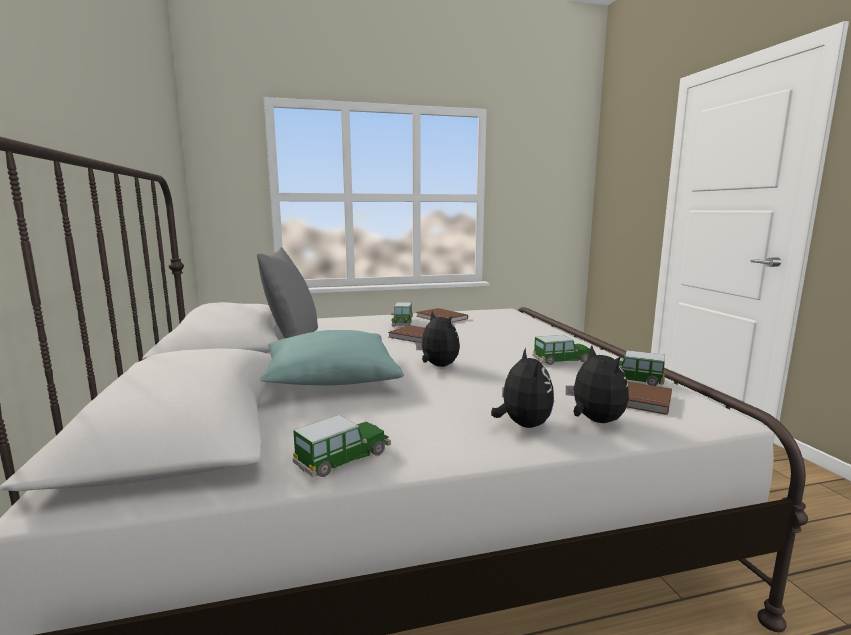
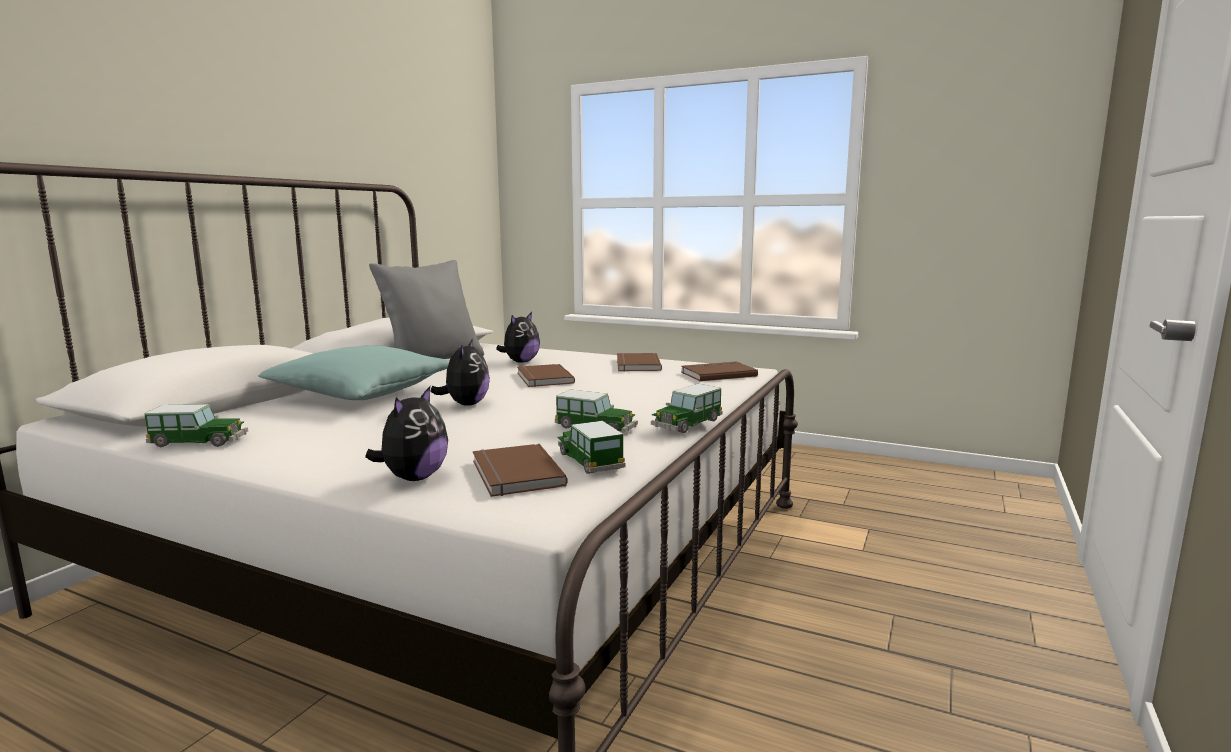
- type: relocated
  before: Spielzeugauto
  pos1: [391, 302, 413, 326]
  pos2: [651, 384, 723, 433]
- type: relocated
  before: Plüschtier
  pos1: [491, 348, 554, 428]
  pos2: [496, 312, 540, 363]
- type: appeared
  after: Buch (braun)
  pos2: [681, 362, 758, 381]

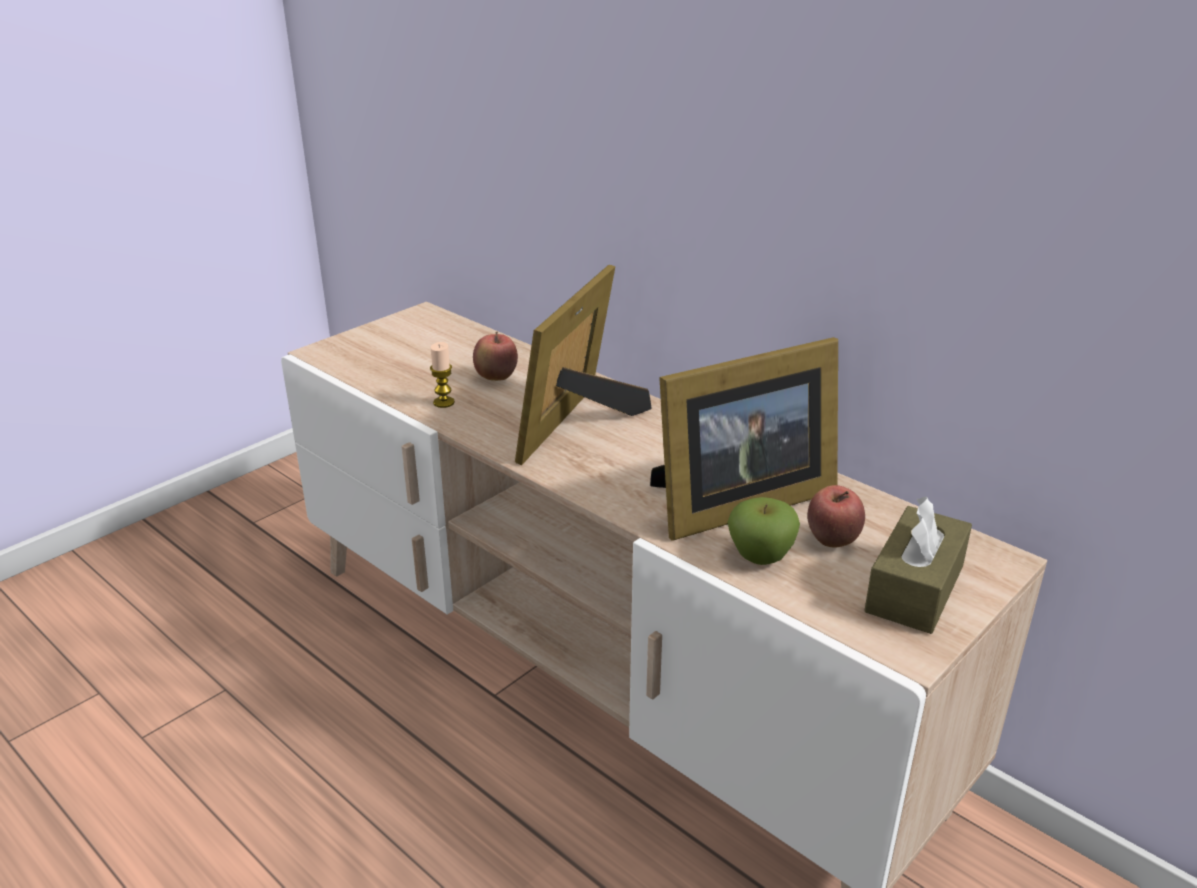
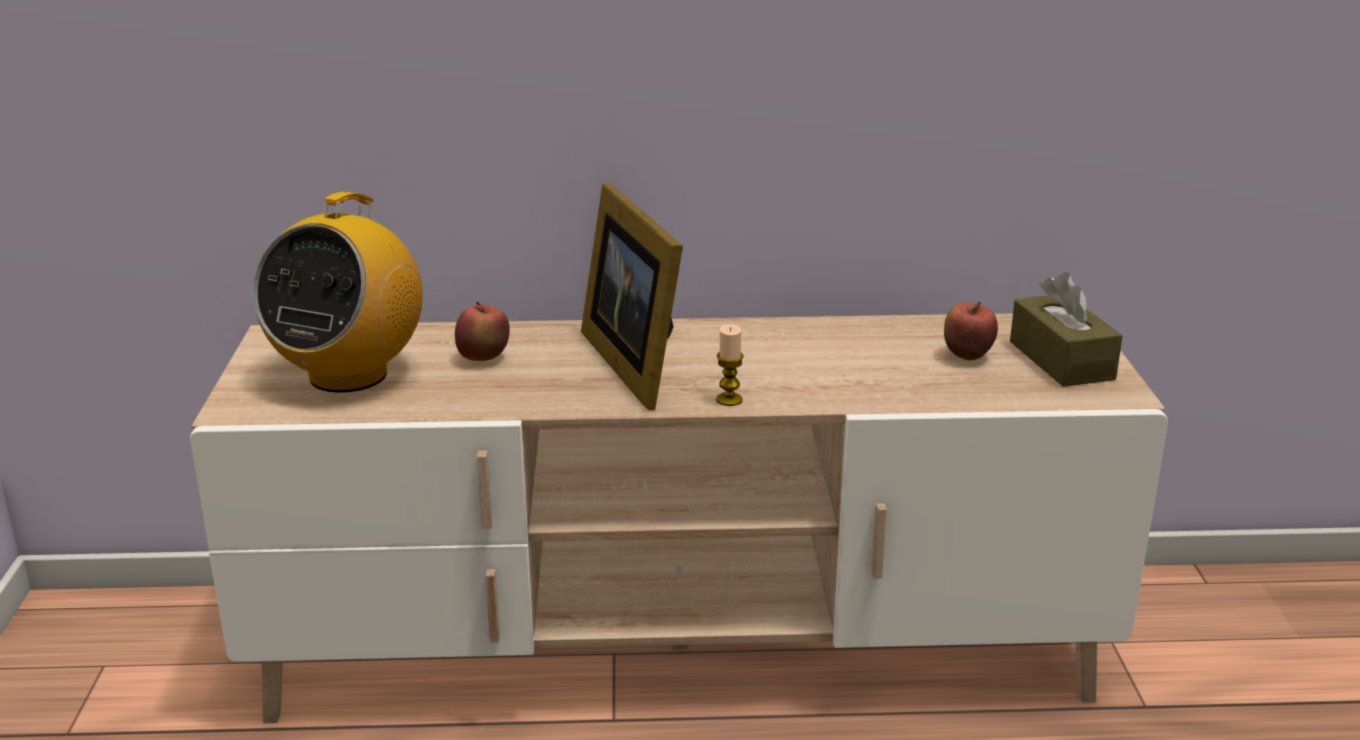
- type: missing
  before: Bilderrahmen
  pos1: [650, 337, 838, 541]
- type: relocated
  before: Kerze
  pos1: [430, 342, 455, 408]
  pos2: [716, 324, 744, 406]
- type: missing
  before: Apfel
  pos1: [727, 497, 800, 565]
- type: appeared
  after: Radio
  pos2: [253, 192, 423, 393]

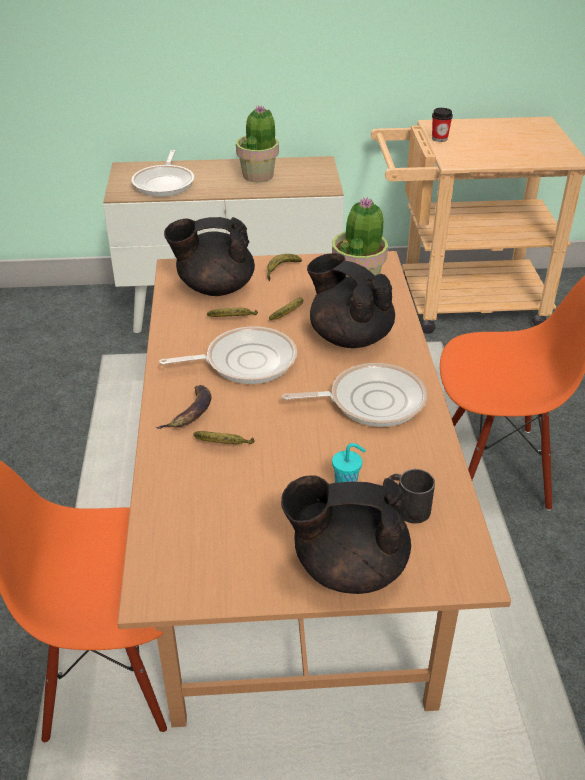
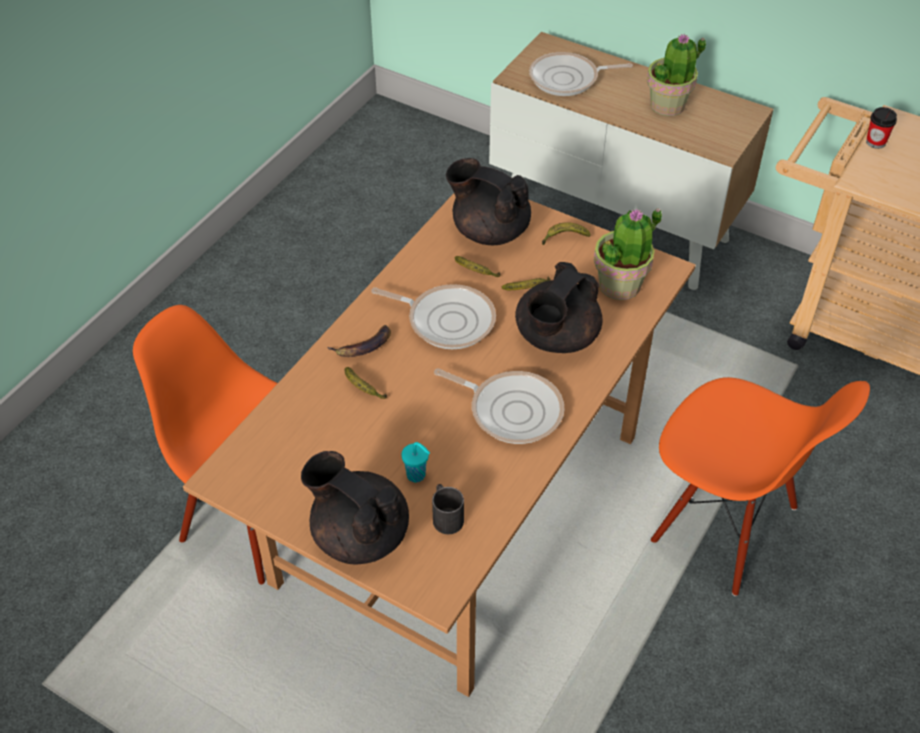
- type: spun
  before: Pfanne
  pos1: [132, 150, 194, 197]
  pos2: [529, 52, 633, 96]
  turn: 45
- type: spun
  before: Teekanne (schwarz)
  pos1: [307, 253, 395, 348]
  pos2: [515, 262, 603, 353]
  turn: -135

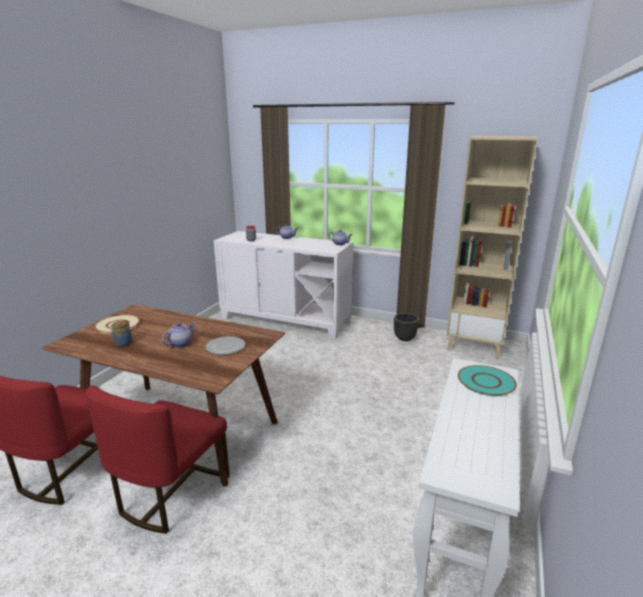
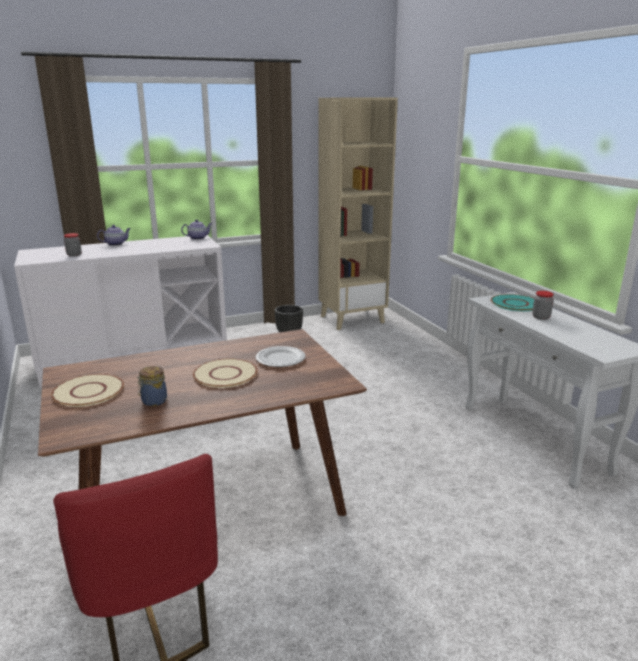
- type: exchanged
  before: Teekanne
  after: Teller (beige)
  pos1: [162, 322, 195, 348]
  pos2: [193, 359, 257, 388]
- type: missing
  before: Stuhl (rot)
  pos1: [86, 385, 230, 534]
- type: appeared
  after: Vorratsglas
  pos2: [532, 291, 554, 320]

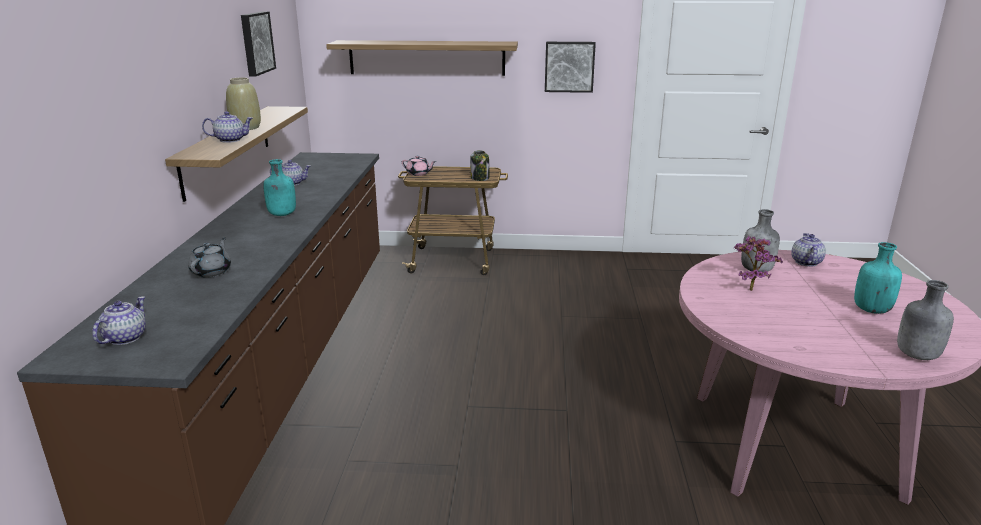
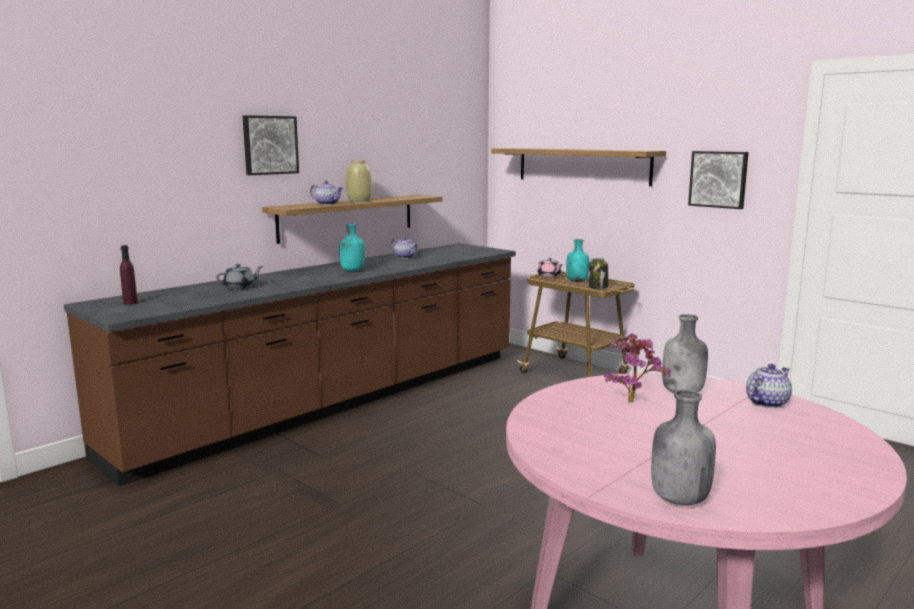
- type: relocated
  before: Bild
  pos1: [241, 11, 276, 77]
  pos2: [243, 115, 299, 175]
- type: relocated
  before: Flasche (türkis)
  pos1: [854, 242, 902, 314]
  pos2: [566, 239, 589, 282]
- type: exchanged
  before: Teekanne
  after: Flasche (lila)
  pos1: [92, 296, 146, 345]
  pos2: [120, 245, 138, 305]

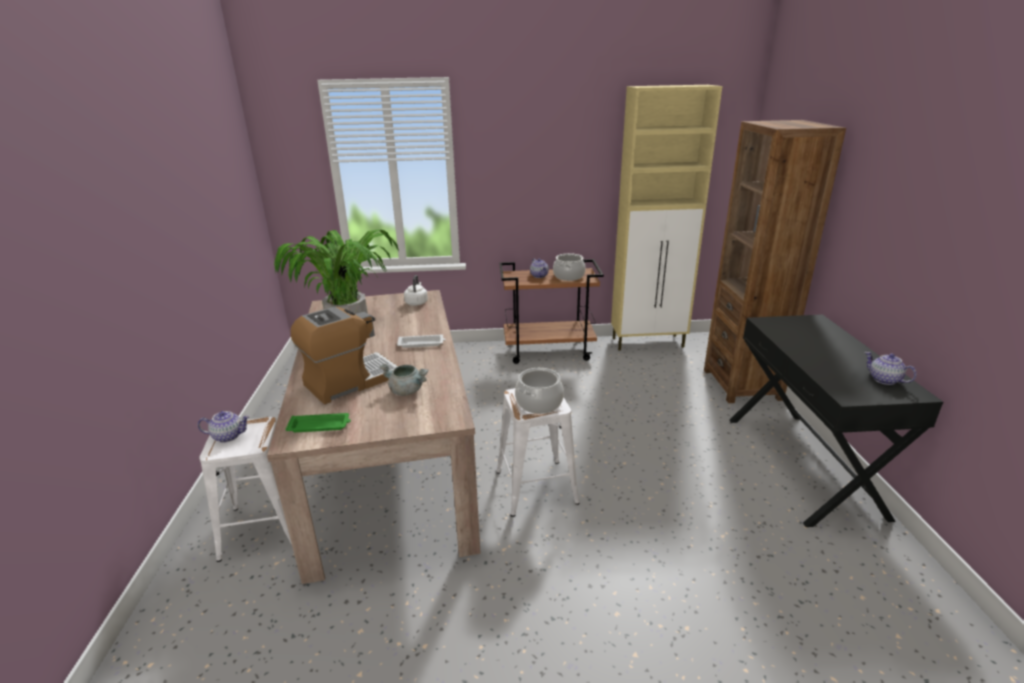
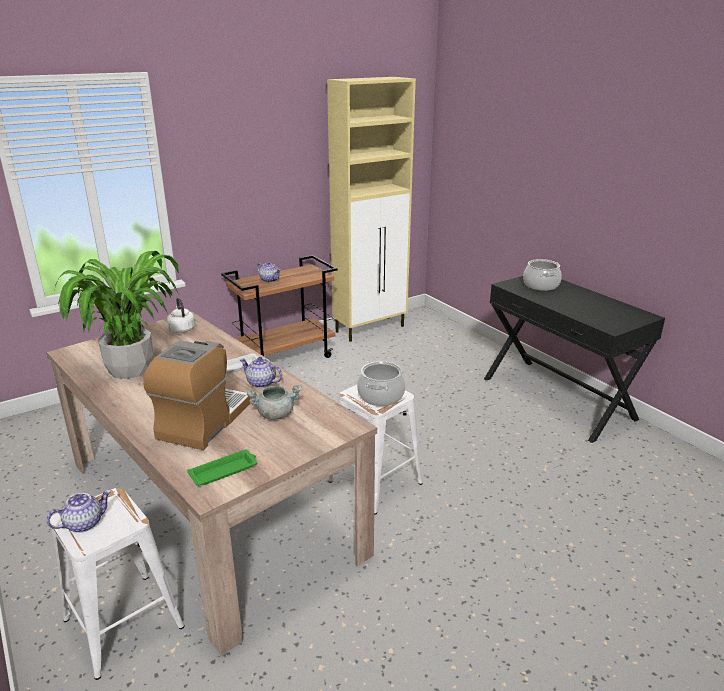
- type: missing
  before: Bücherregal (braun)
  pos1: [704, 120, 846, 403]
- type: relocated
  before: Kochtopf
  pos1: [553, 253, 586, 281]
  pos2: [523, 259, 562, 291]
- type: relocated
  before: Teekanne
  pos1: [865, 352, 917, 385]
  pos2: [240, 357, 282, 388]

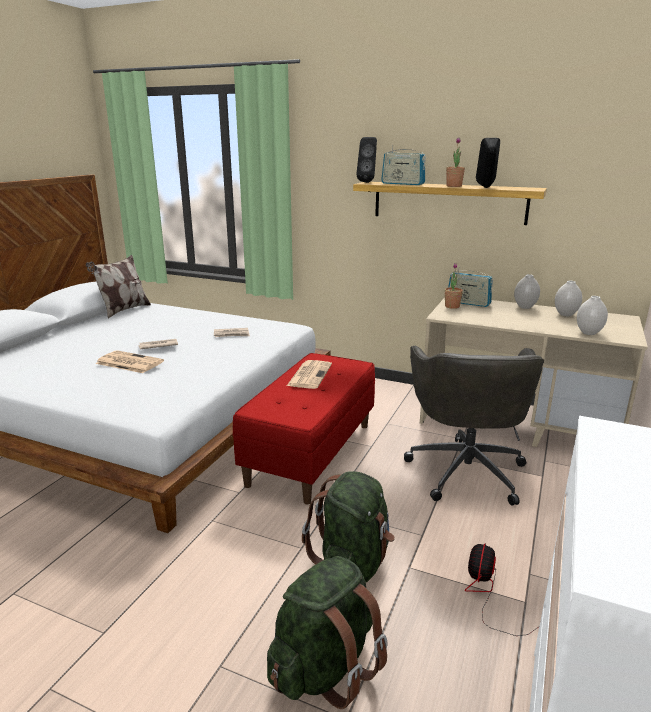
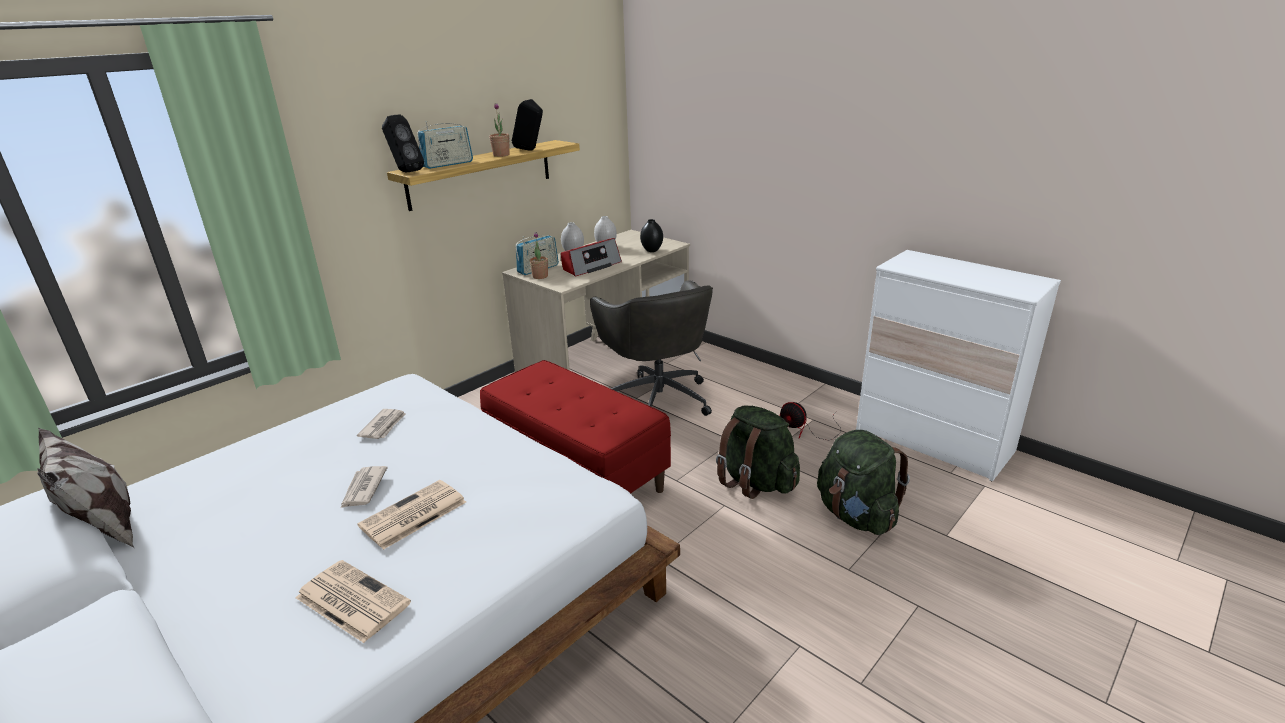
- type: colour
  before: Vase (weiß)
  after: Vase (schwarz)
  pos1: [577, 296, 608, 335]
  pos2: [640, 219, 663, 252]
- type: spun
  before: Bürostuhl (grau)
  pos1: [404, 346, 544, 506]
  pos2: [590, 280, 713, 416]
  turn: 45
- type: relocated
  before: Zeitung
  pos1: [287, 360, 332, 389]
  pos2: [295, 560, 411, 643]
- type: appeared
  after: Radio
  pos2: [561, 238, 622, 276]

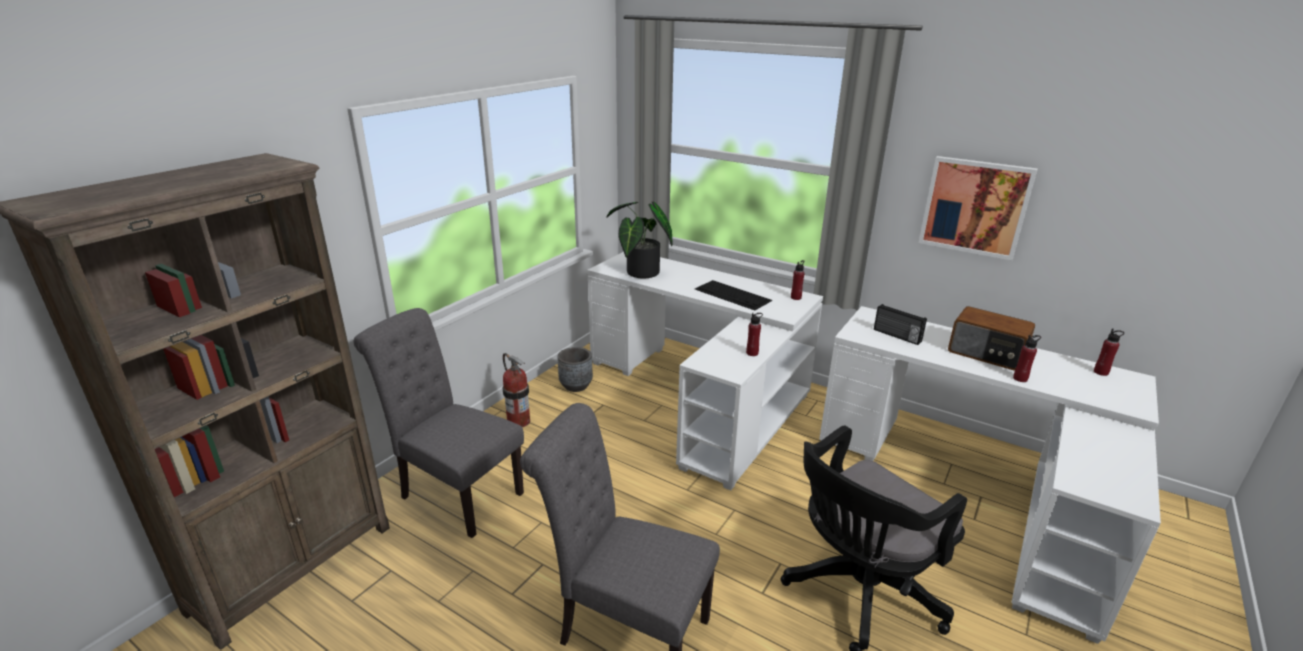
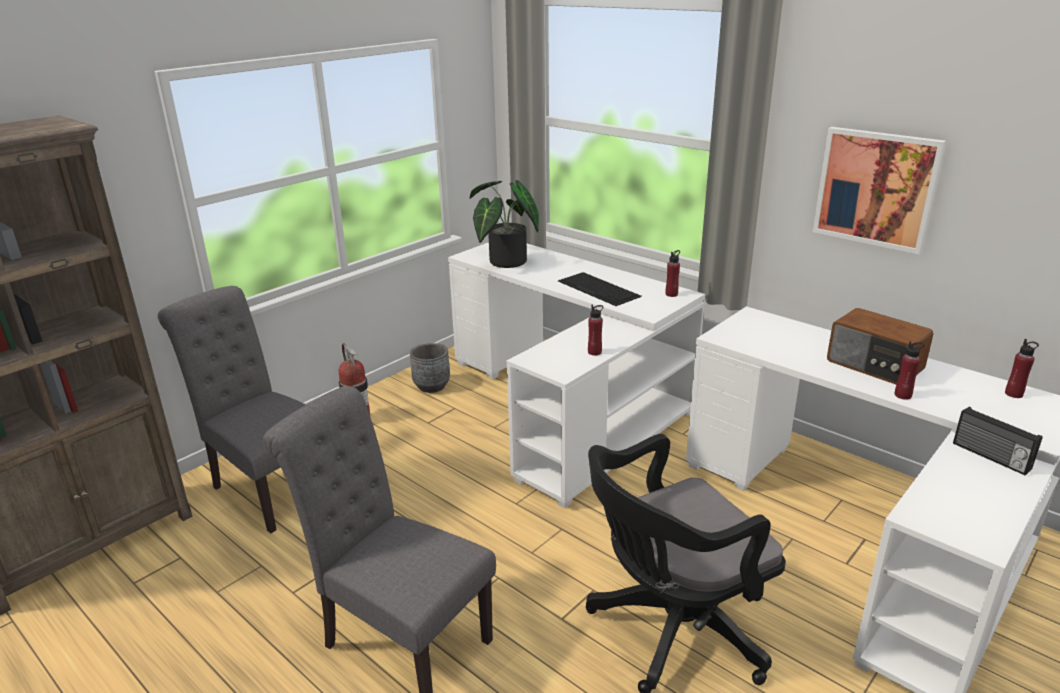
- type: relocated
  before: Radio
  pos1: [874, 304, 927, 345]
  pos2: [953, 407, 1043, 475]

